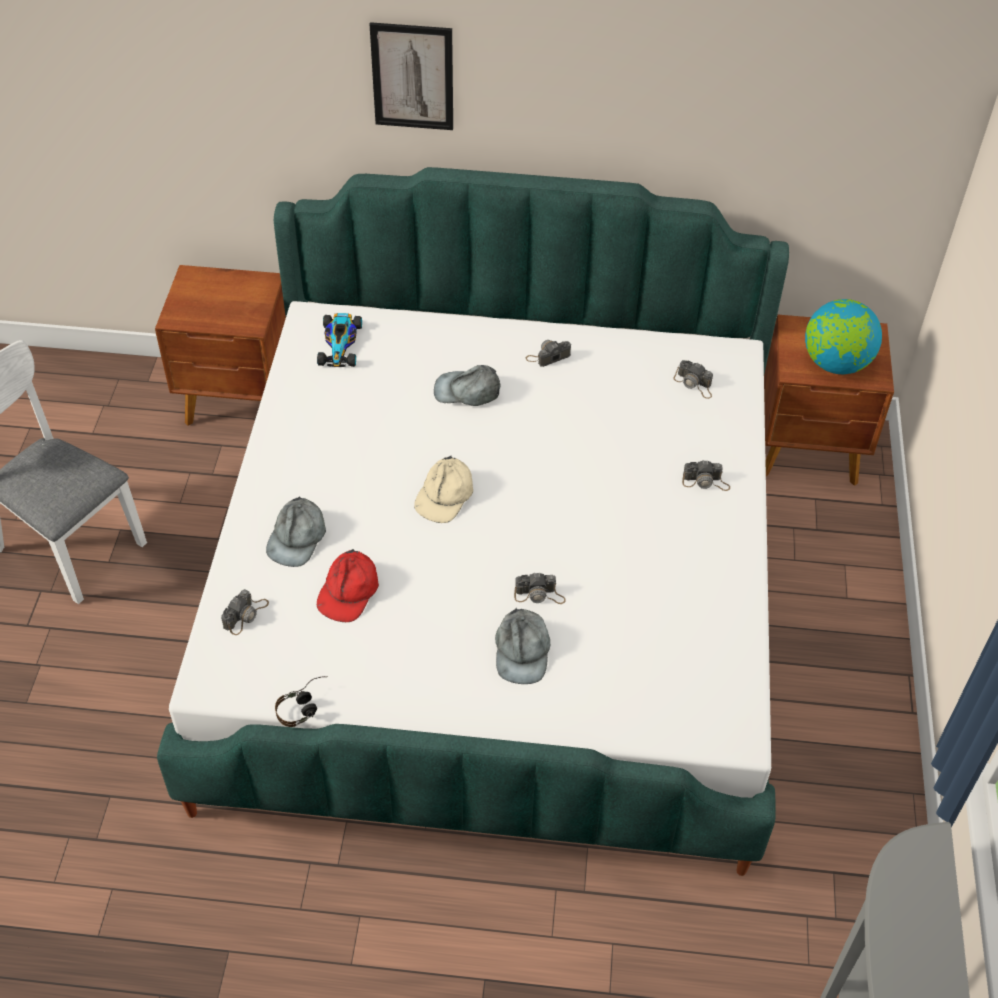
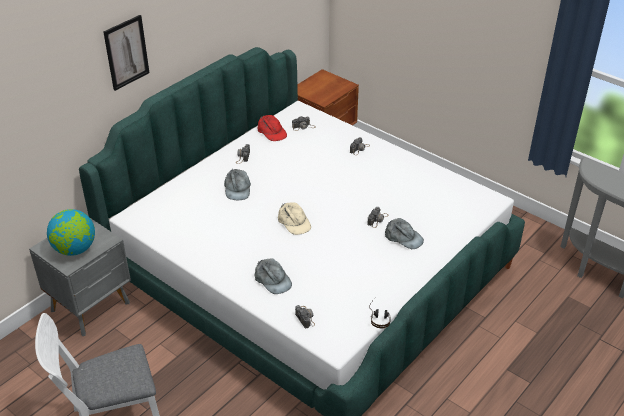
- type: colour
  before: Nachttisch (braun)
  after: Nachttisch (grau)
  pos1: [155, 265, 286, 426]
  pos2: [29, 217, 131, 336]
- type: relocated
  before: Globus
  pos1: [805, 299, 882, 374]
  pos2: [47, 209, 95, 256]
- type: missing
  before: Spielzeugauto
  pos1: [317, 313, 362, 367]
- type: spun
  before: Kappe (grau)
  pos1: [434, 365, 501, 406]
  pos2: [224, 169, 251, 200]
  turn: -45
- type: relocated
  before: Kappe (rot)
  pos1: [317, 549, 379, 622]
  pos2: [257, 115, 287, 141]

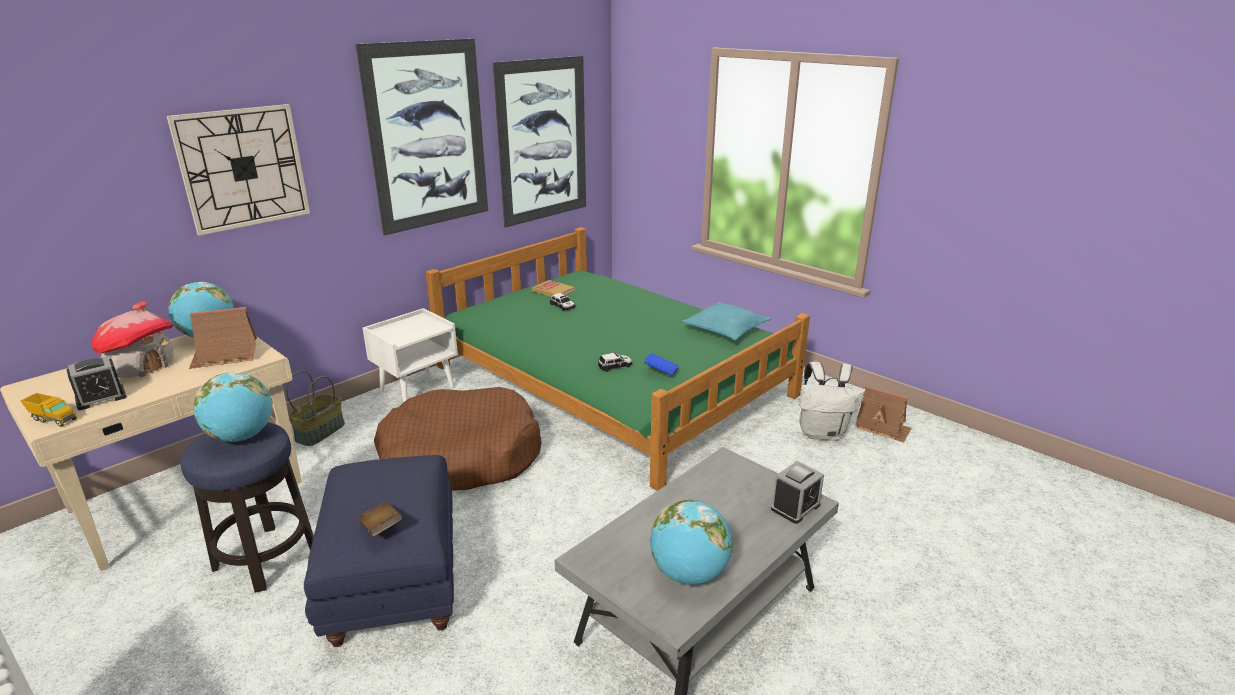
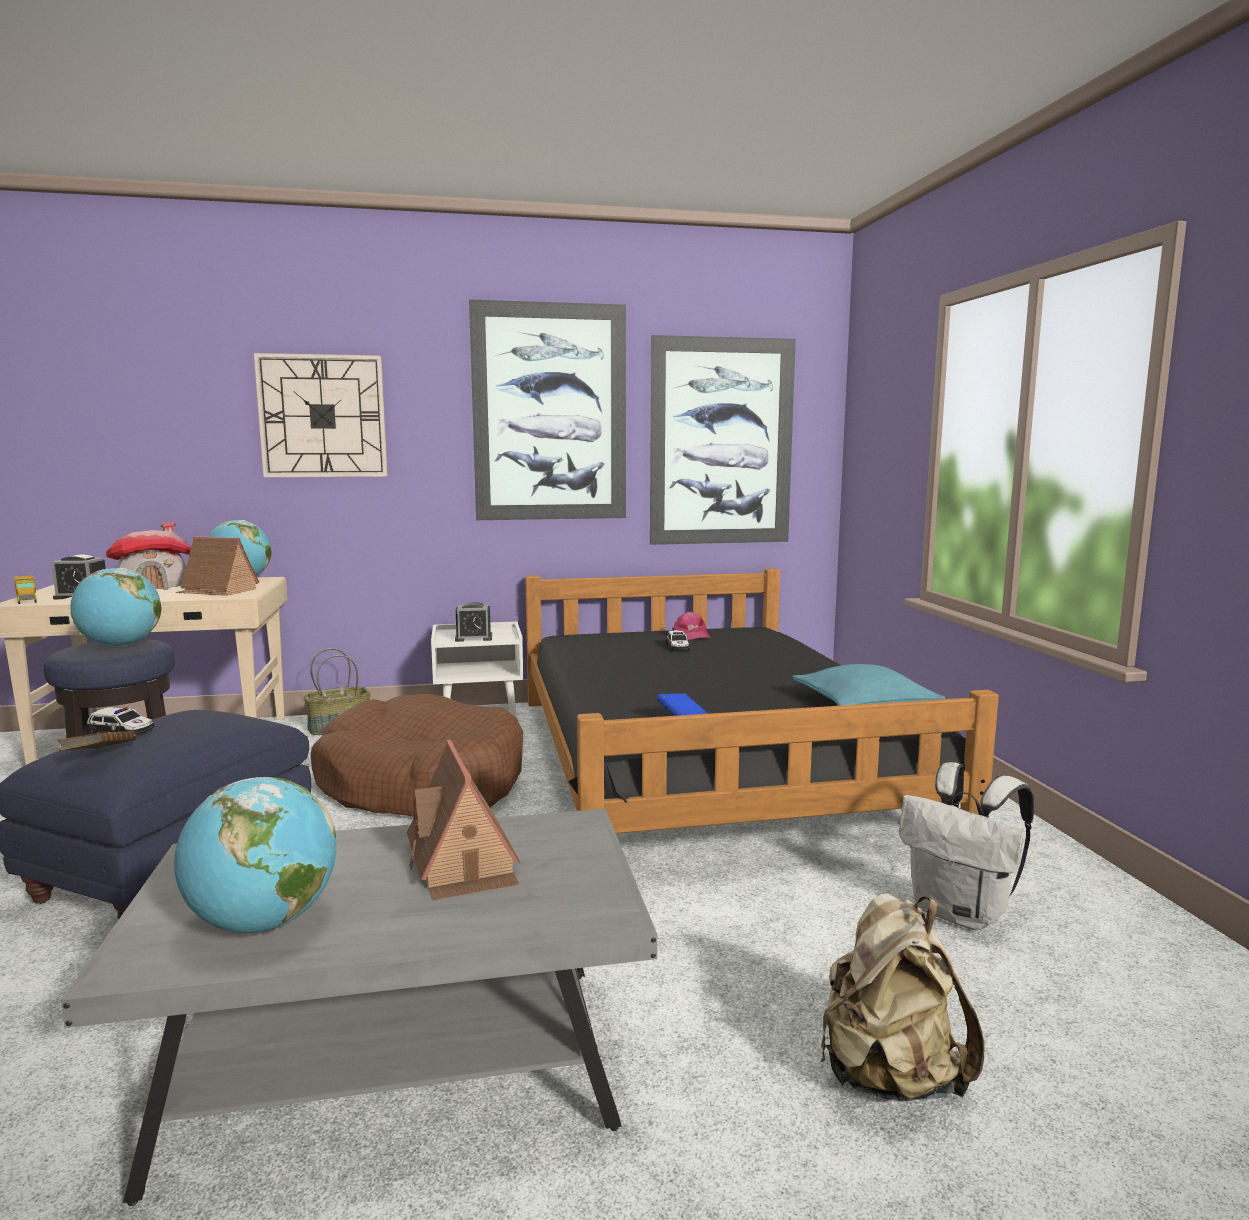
- type: colour
  before: Bett (grün)
  after: Bett (schwarz)
  pos1: [426, 227, 810, 491]
  pos2: [525, 568, 999, 834]
- type: exchanged
  before: Buch
  after: Kappe (rosa)
  pos1: [532, 280, 575, 297]
  pos2: [672, 612, 710, 640]
- type: relocated
  before: Spielzeugauto
  pos1: [598, 352, 632, 372]
  pos2: [87, 707, 154, 735]
- type: relocated
  before: Spielzeughaus
  pos1: [855, 386, 912, 442]
  pos2: [407, 740, 520, 901]
- type: relocated
  before: Wecker
  pos1: [771, 461, 824, 524]
  pos2: [455, 602, 492, 642]
- type: appeared
  after: Rucksack (beige)
  pos2: [820, 893, 985, 1101]

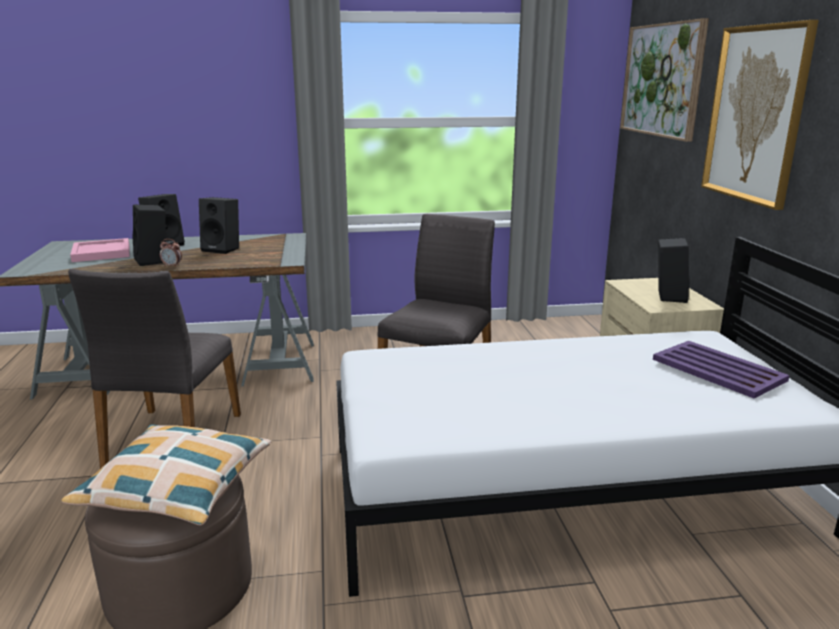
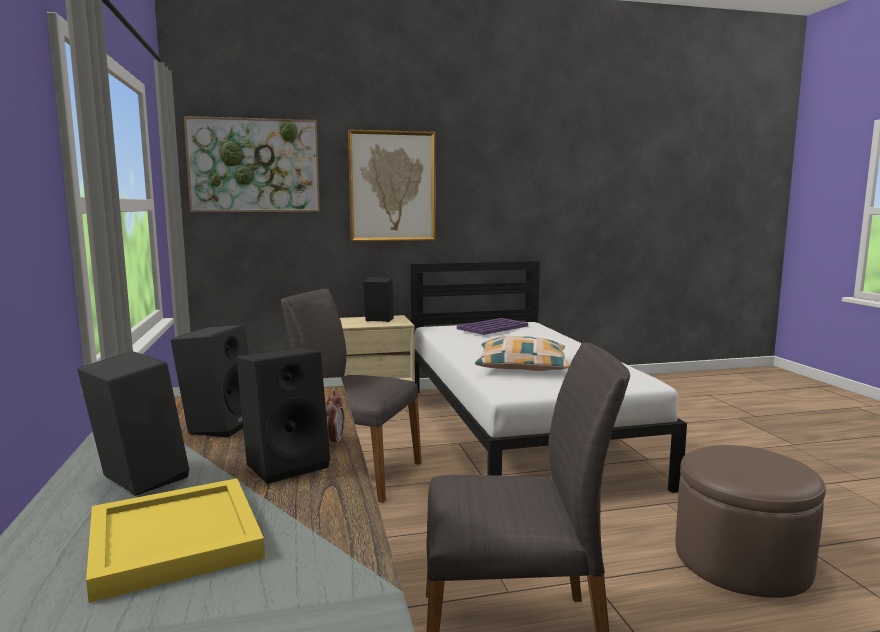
- type: colour
  before: Tablett (rosa)
  after: Tablett (gelb)
  pos1: [70, 238, 130, 262]
  pos2: [86, 478, 265, 603]
- type: relocated
  before: Kissen
  pos1: [62, 425, 271, 526]
  pos2: [475, 336, 570, 371]

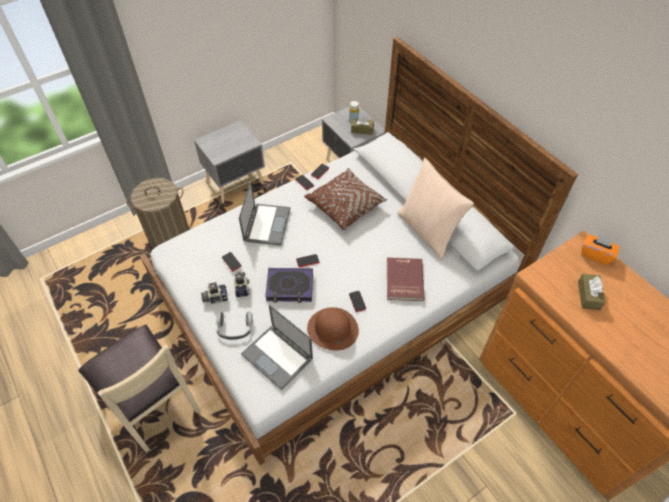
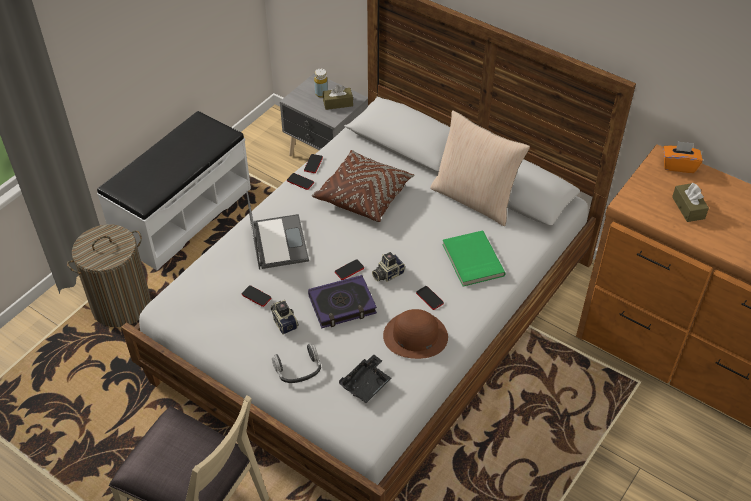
- type: exchanged
  before: Nachttisch (grau)
  after: Bank (weiß)
  pos1: [194, 121, 265, 203]
  pos2: [97, 111, 251, 270]
- type: colour
  before: Buch (rot)
  after: Buch (grün)
  pos1: [387, 257, 425, 301]
  pos2: [442, 230, 505, 287]
- type: relocated
  before: Kamera
  pos1: [201, 282, 228, 304]
  pos2: [372, 252, 405, 282]
- type: exchanged
  before: Laptop
  after: Tablett (schwarz)
  pos1: [241, 305, 313, 390]
  pos2: [339, 355, 392, 403]

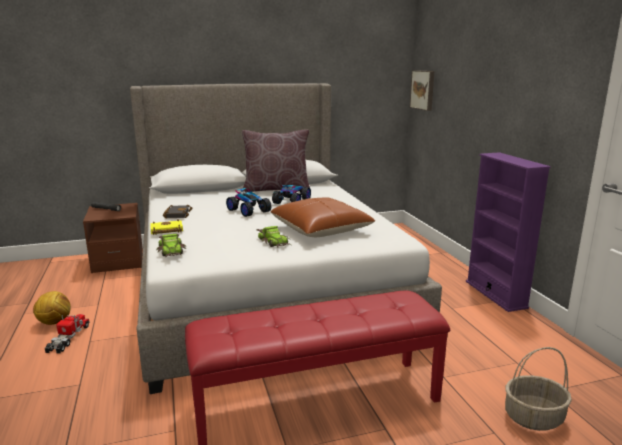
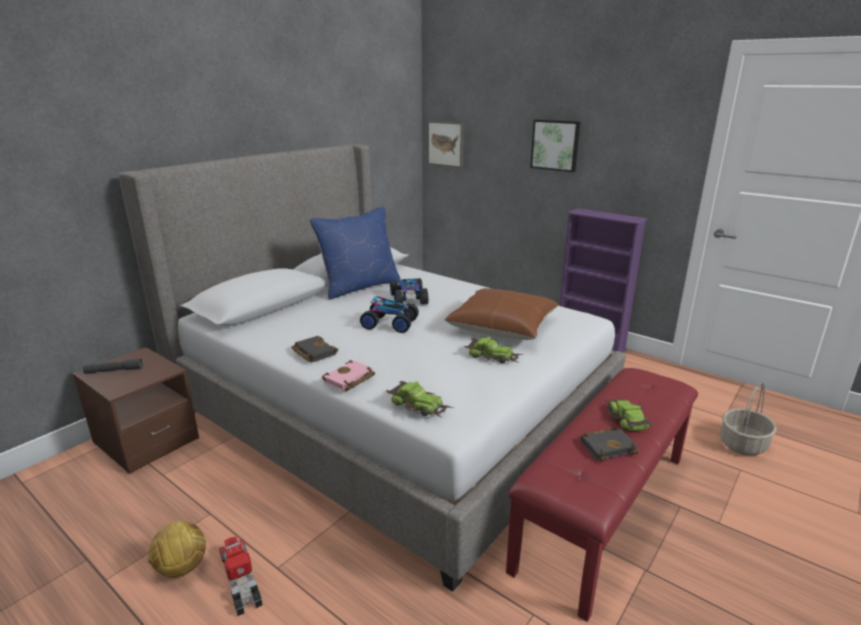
- type: colour
  before: Kissen (braun)
  after: Kissen (blau)
  pos1: [242, 130, 310, 192]
  pos2: [310, 207, 401, 300]
- type: colour
  before: Buch (gelb)
  after: Buch (rosa)
  pos1: [150, 220, 183, 235]
  pos2: [322, 360, 375, 391]
- type: appeared
  after: Bild
  pos2: [530, 119, 580, 172]
- type: appeared
  after: Spielzeugauto
  pos2: [603, 398, 653, 431]
- type: appeared
  after: Buch (schwarz)
  pos2: [580, 428, 639, 461]

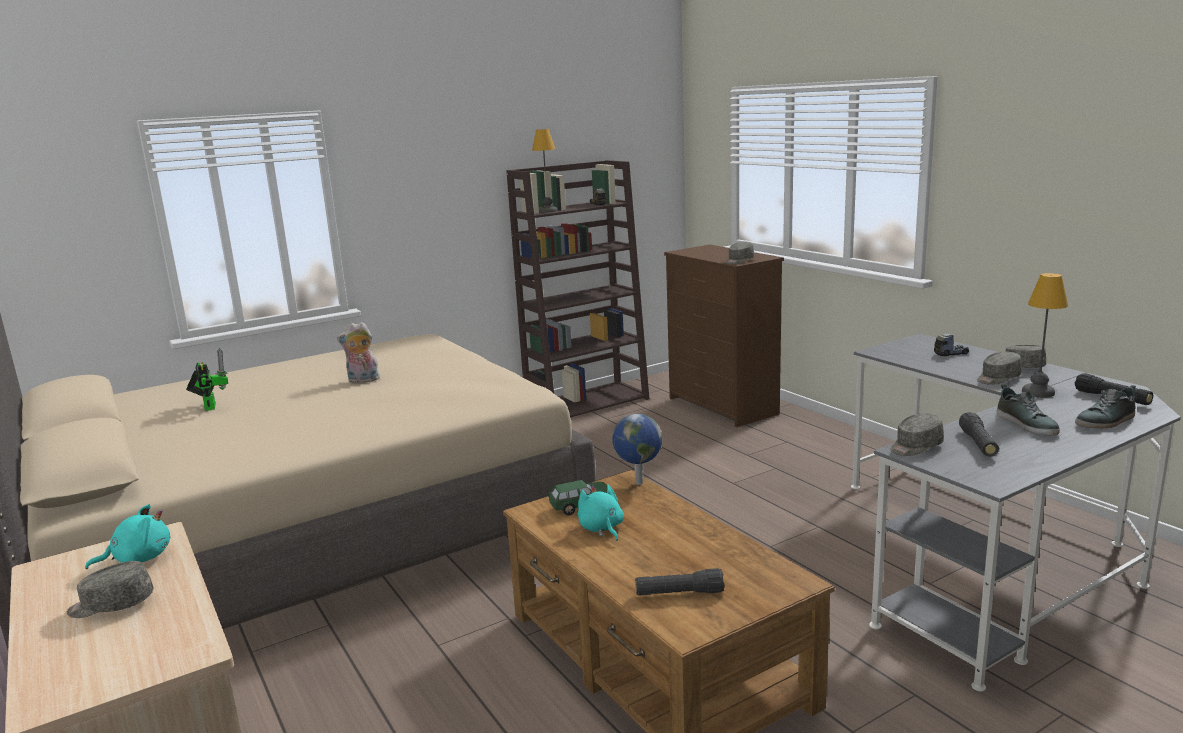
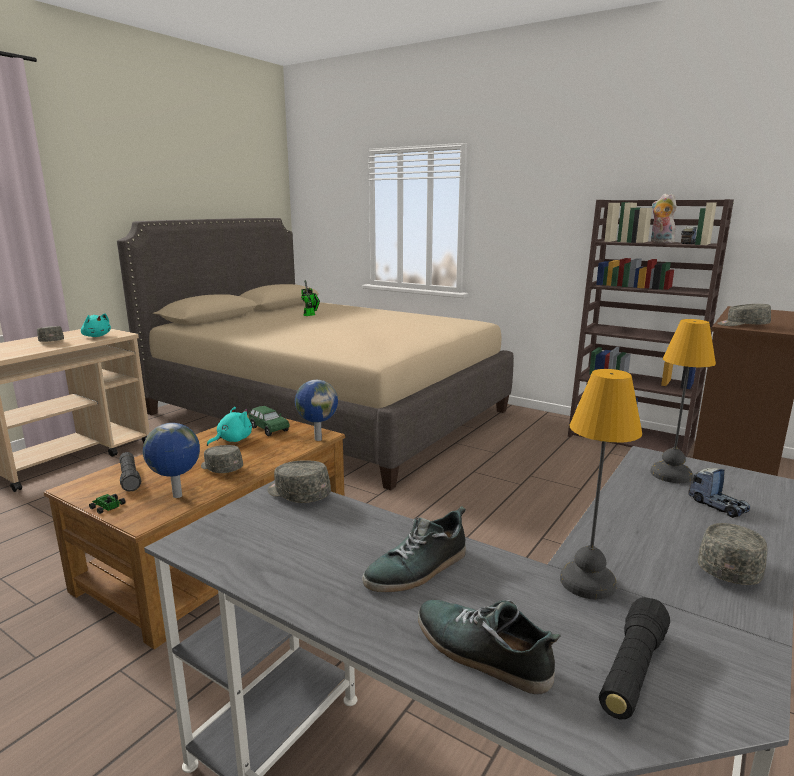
- type: relocated
  before: Tischlampe
  pos1: [532, 129, 558, 213]
  pos2: [651, 319, 716, 483]
- type: relocated
  before: Plüschtier
  pos1: [337, 322, 380, 383]
  pos2: [651, 193, 677, 243]
- type: relocated
  before: Kappe (grau)
  pos1: [977, 352, 1022, 385]
  pos2: [201, 445, 243, 473]
- type: missing
  before: Taschenlampe (schwarz)
  pos1: [959, 412, 999, 457]
- type: appeared
  after: Globus
  pos2: [143, 423, 200, 498]
- type: appeared
  after: Spielzeugauto
  pos2: [89, 494, 126, 514]

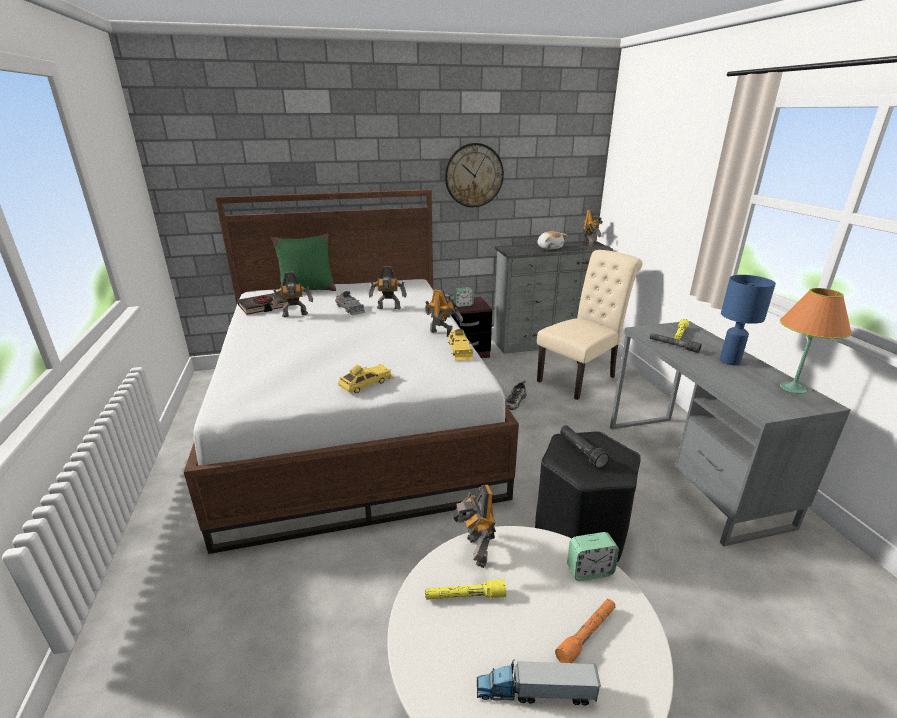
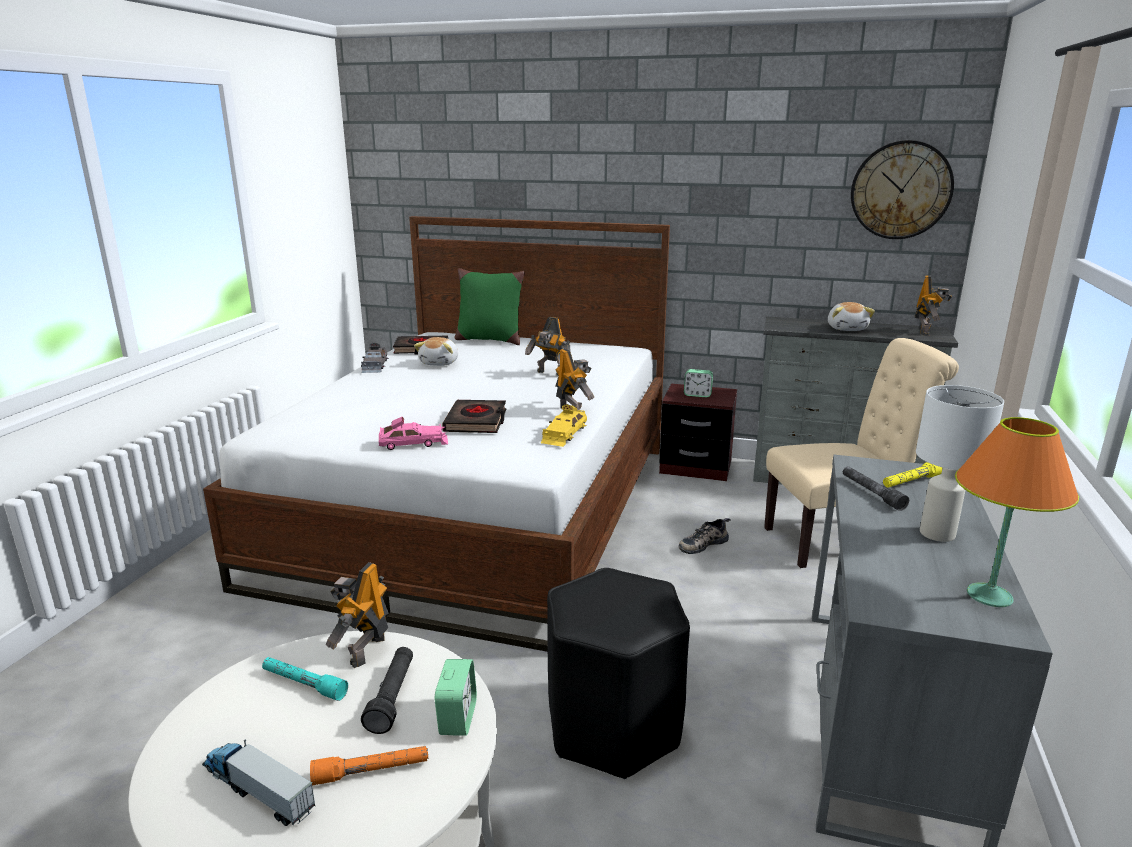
- type: relocated
  before: Wanduhr
  pos1: [445, 143, 504, 207]
  pos2: [851, 140, 954, 239]
- type: exchanged
  before: Spielzeugroboter
  after: Plüschtier
  pos1: [272, 272, 313, 317]
  pos2: [414, 337, 458, 366]
- type: colour
  before: Tischlampe (blau)
  after: Tischlampe (weiß)
  pos1: [720, 275, 776, 365]
  pos2: [916, 385, 1004, 542]
- type: relocated
  before: Spielzeugauto (grau)
  pos1: [335, 291, 365, 315]
  pos2: [361, 343, 389, 373]
- type: colour
  before: Spielzeugauto (gelb)
  after: Spielzeugauto (rosa)
  pos1: [338, 364, 394, 393]
  pos2: [379, 417, 448, 450]
- type: relocated
  before: Taschenlampe (schwarz)
  pos1: [560, 425, 609, 468]
  pos2: [361, 647, 413, 734]
- type: spun
  before: Wecker
  pos1: [567, 532, 619, 581]
  pos2: [435, 659, 477, 736]
  turn: -105
- type: colour
  before: Taschenlampe (gelb)
  after: Taschenlampe (türkis)
  pos1: [425, 579, 506, 600]
  pos2: [262, 657, 348, 701]
- type: appeared
  after: Buch (schwarz)
  pos2: [442, 400, 507, 433]

